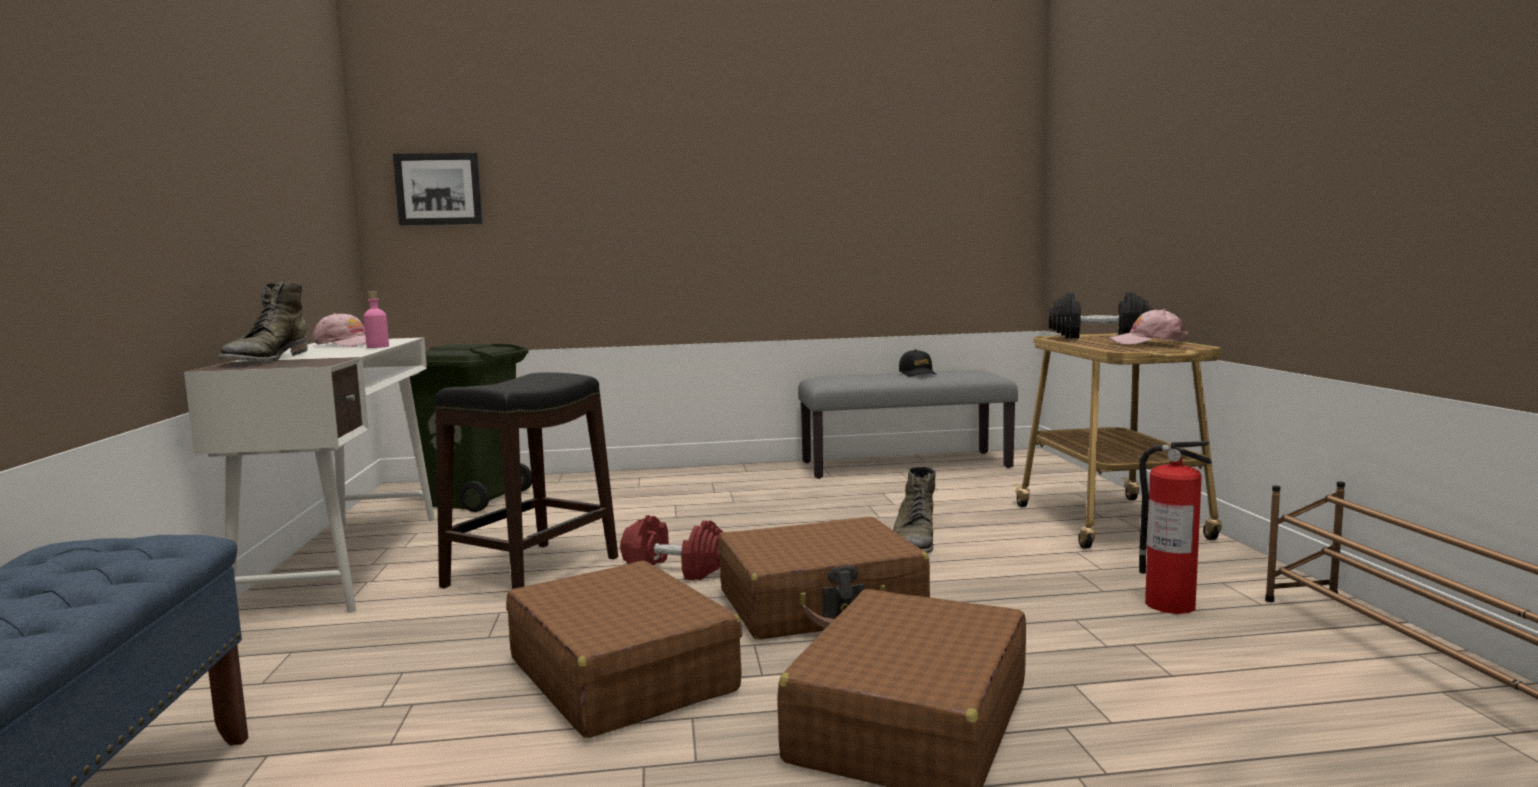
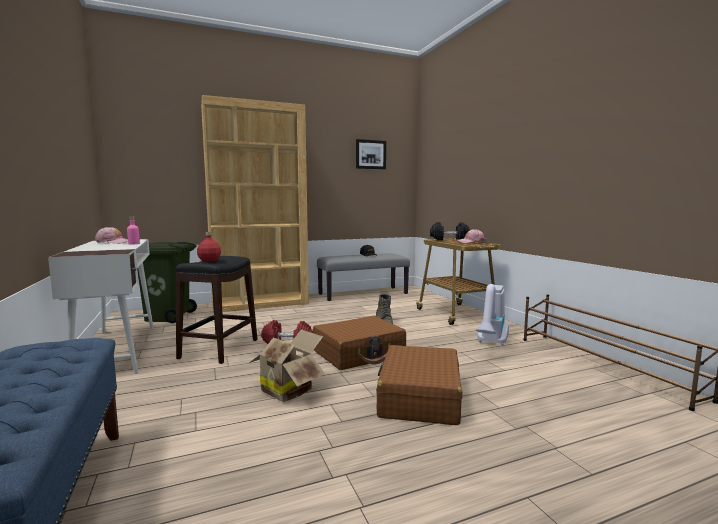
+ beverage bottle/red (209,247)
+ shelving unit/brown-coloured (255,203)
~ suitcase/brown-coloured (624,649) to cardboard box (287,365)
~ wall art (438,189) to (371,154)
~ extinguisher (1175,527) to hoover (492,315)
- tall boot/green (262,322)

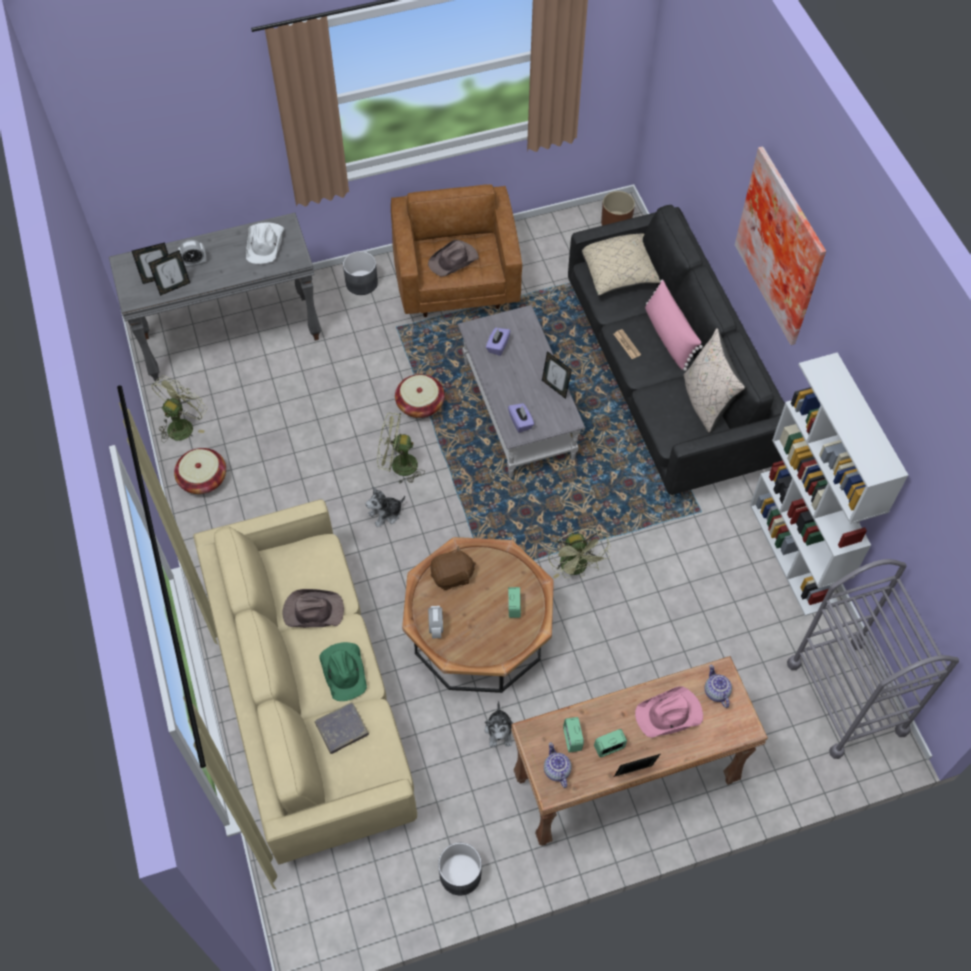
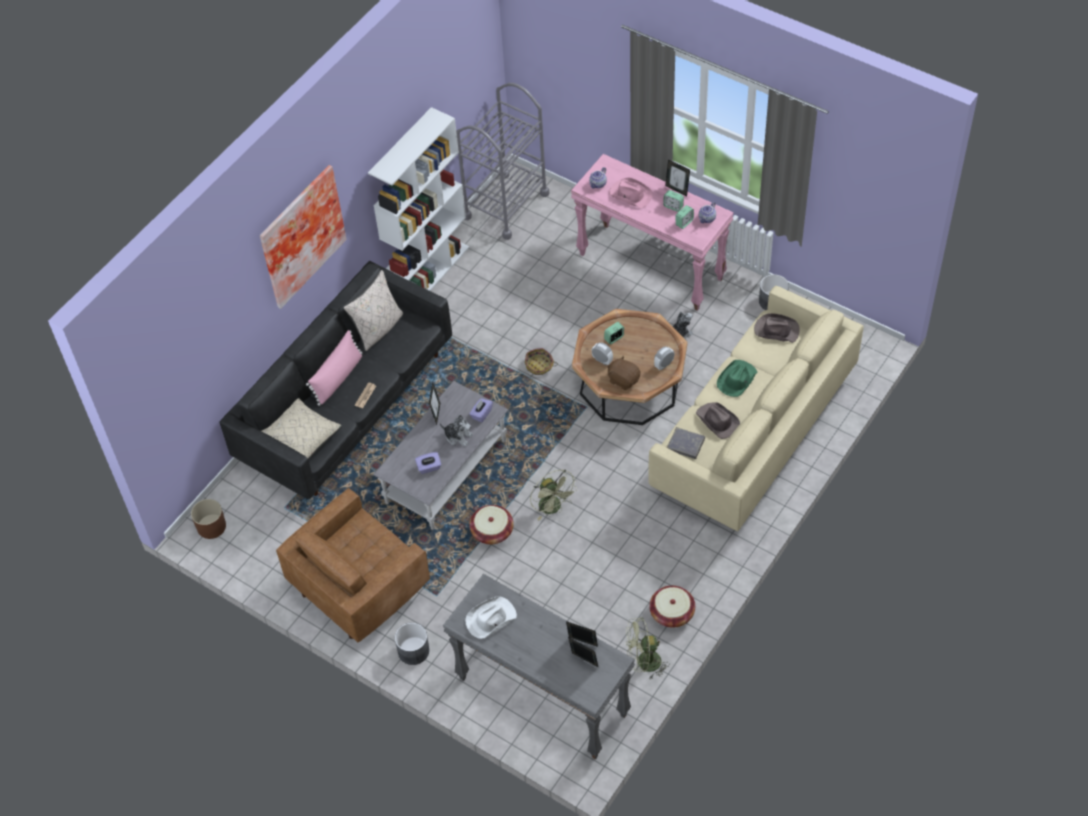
~ cuddly toy (385,506) to (456,430)
~ cooling fan/green (579,554) to household basket (541,361)
~ hall table/brown-coloured (639,751) to hall table/pink (652,232)
~ bedside clock (192,253) to (602,353)
~ bound book/greyish (342,728) to (686,443)
~ hat/brown-coloured (453,258) to (777,328)

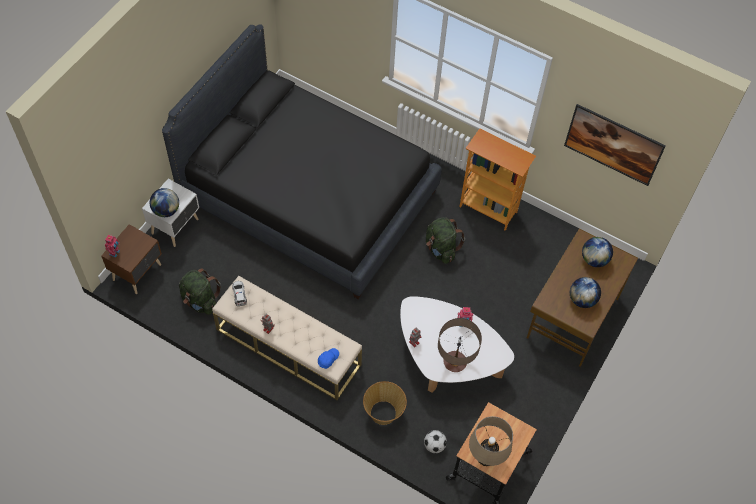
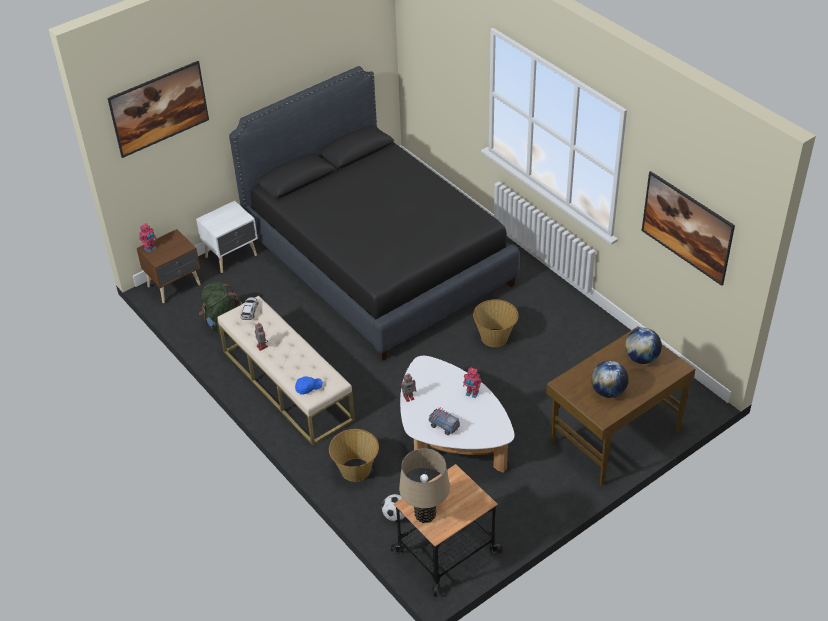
+ wall art (158,109)
~ table lamp (460,345) to toy truck (444,421)
~ rucksack/green (445,240) to household basket (496,323)
- desk globe (164,202)
- shelving unit (497,180)

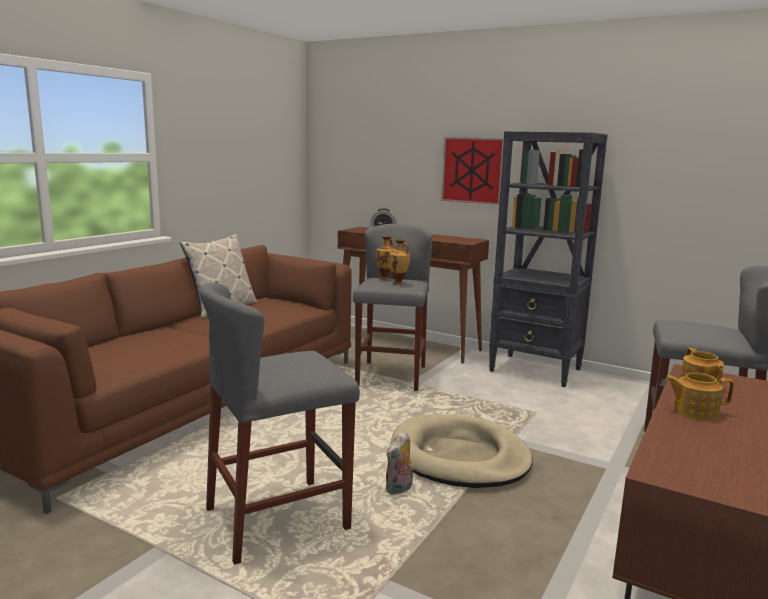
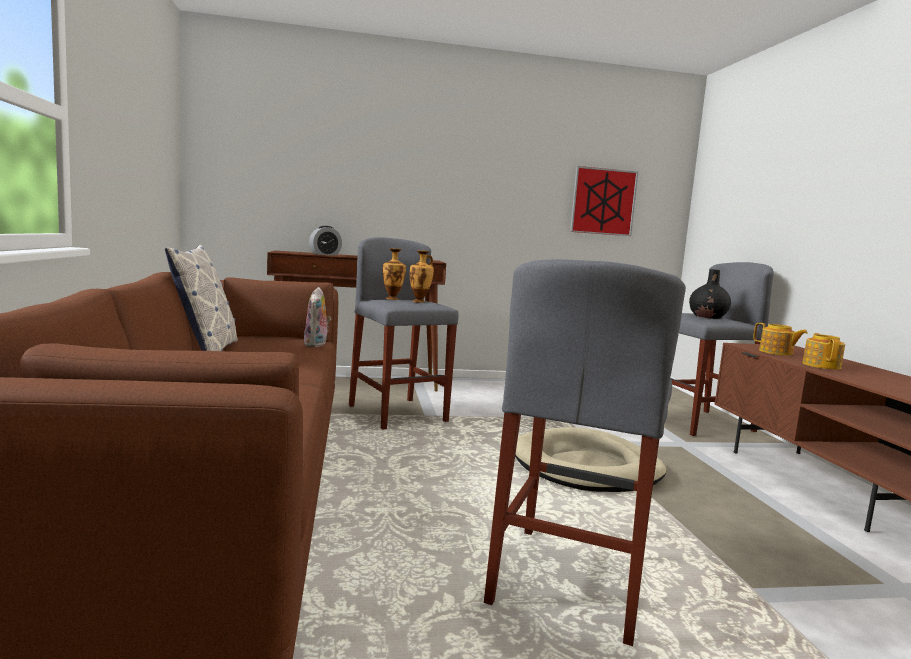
~ cuddly toy (400,463) to (317,317)
~ wall art (472,171) to (604,201)
+ flower vase/black-coloured (710,294)
~ pot for tea (699,396) = (823,351) 135 degrees clockwise
- shelving unit/black-coloured (548,259)

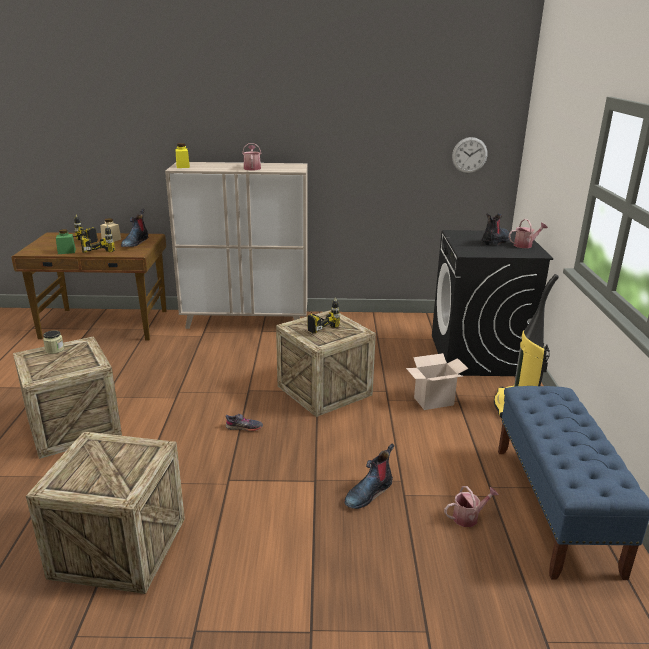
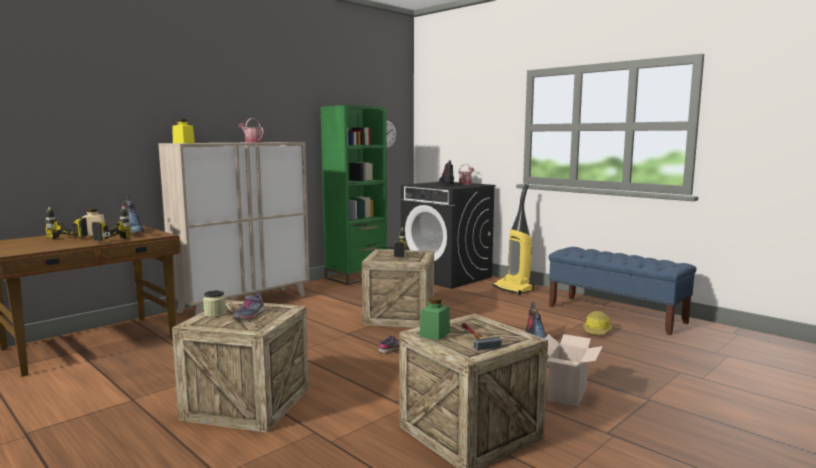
+ low shoe/greyish (248,306)
+ shelving unit/green (353,195)
~ storage jar/green (66,241) to (435,319)
+ hand hammer (482,337)
~ cardboard box (437,381) to (574,370)
~ watering can (471,506) to work helmet (597,323)

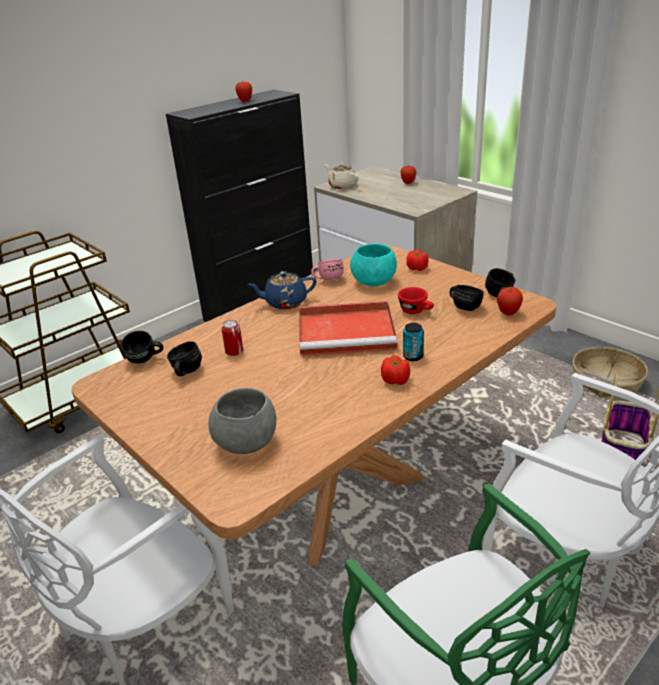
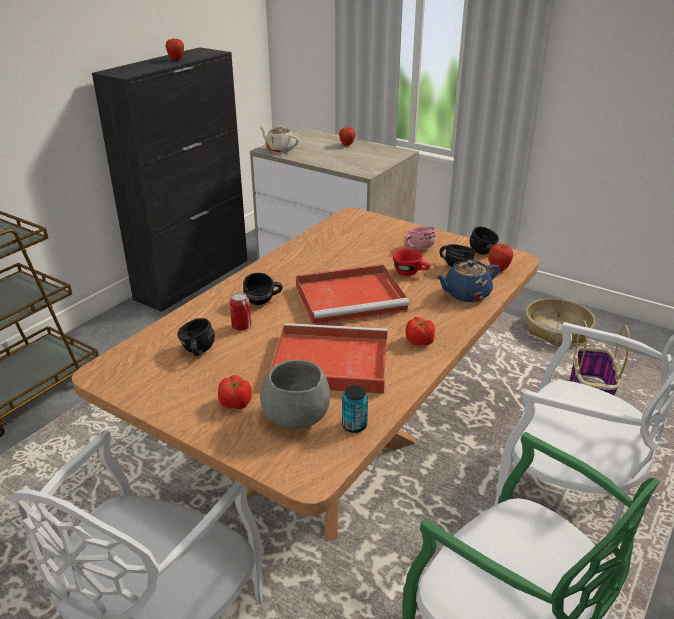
~ tomato (417,260) to (235,392)
~ mug/black-coloured (142,347) to (263,289)
+ carrying tray/red (328,358)
~ can (413,342) to (355,409)
~ mug/pink (327,270) to (420,237)
~ pot for tea/blue-coloured (281,290) to (468,281)
- serving bowl/turquoise-coloured (373,265)

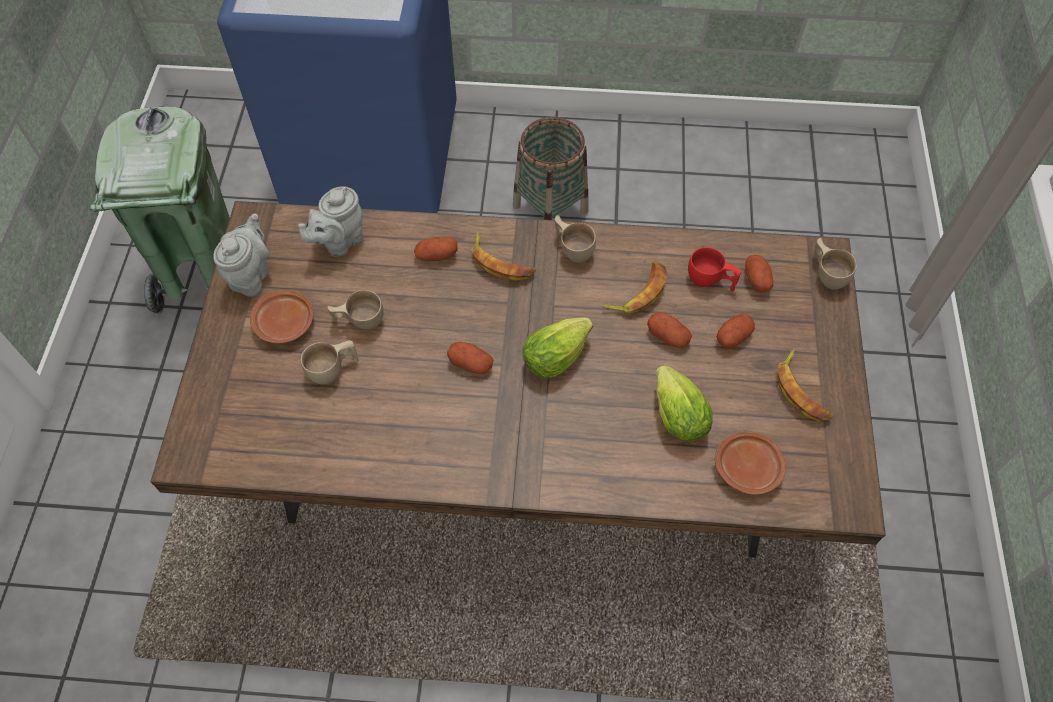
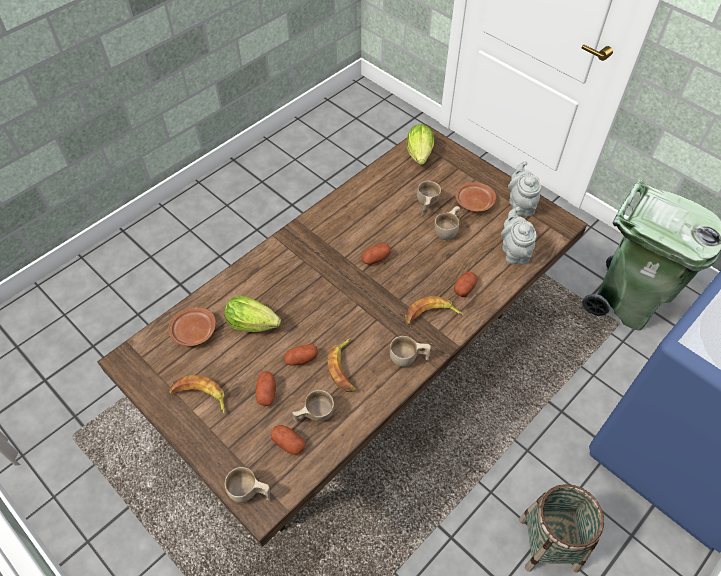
~ cup/red (714,269) to cup/beige-coloured (313,406)
~ head of lettuce (557,347) to (420,144)
~ pot for tea/greyish (241,255) = (524,188) 150 degrees counterclockwise

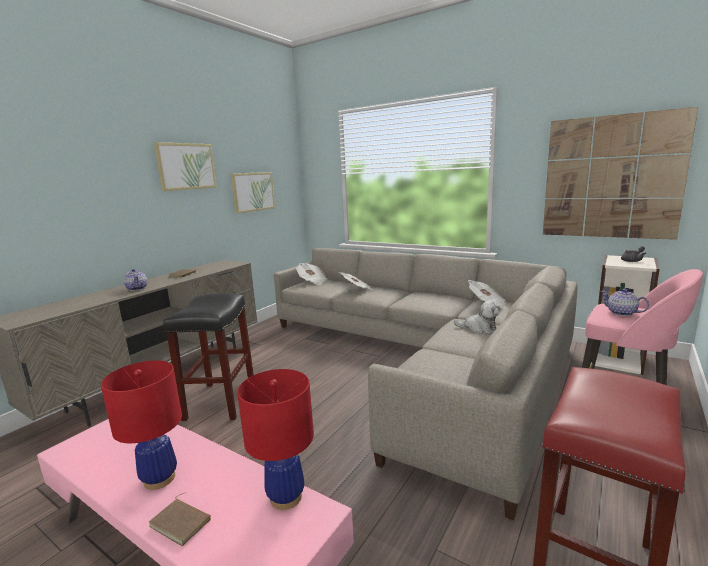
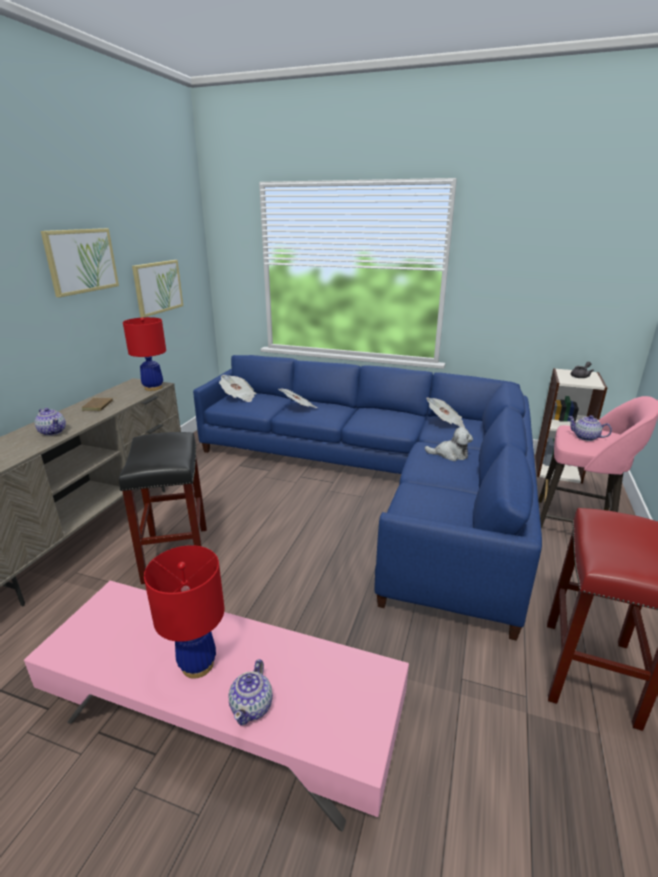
~ table lamp/red (275,439) to (144,354)
~ sofa/greyish (425,384) to sofa/blue-coloured (367,498)
~ bound book/brown-coloured (180,519) to pot for tea (251,692)
- wall art (620,173)

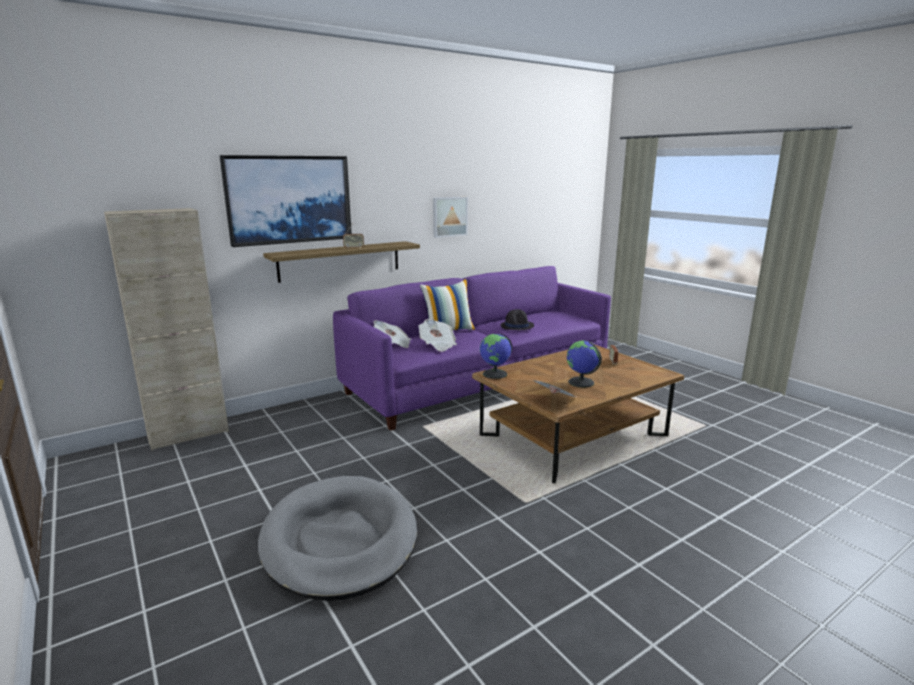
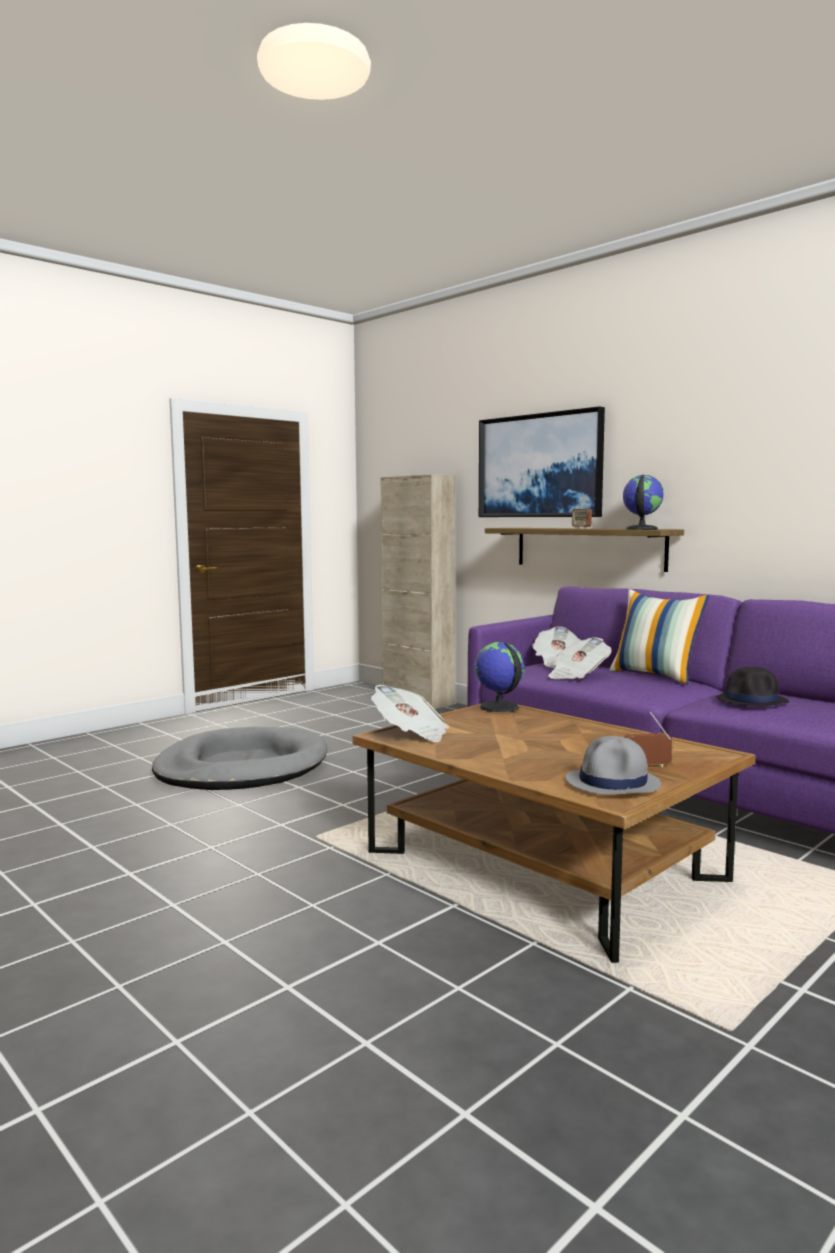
+ hat/greyish (613,765)
~ desk globe (584,364) to (643,501)
- wall art (450,217)

